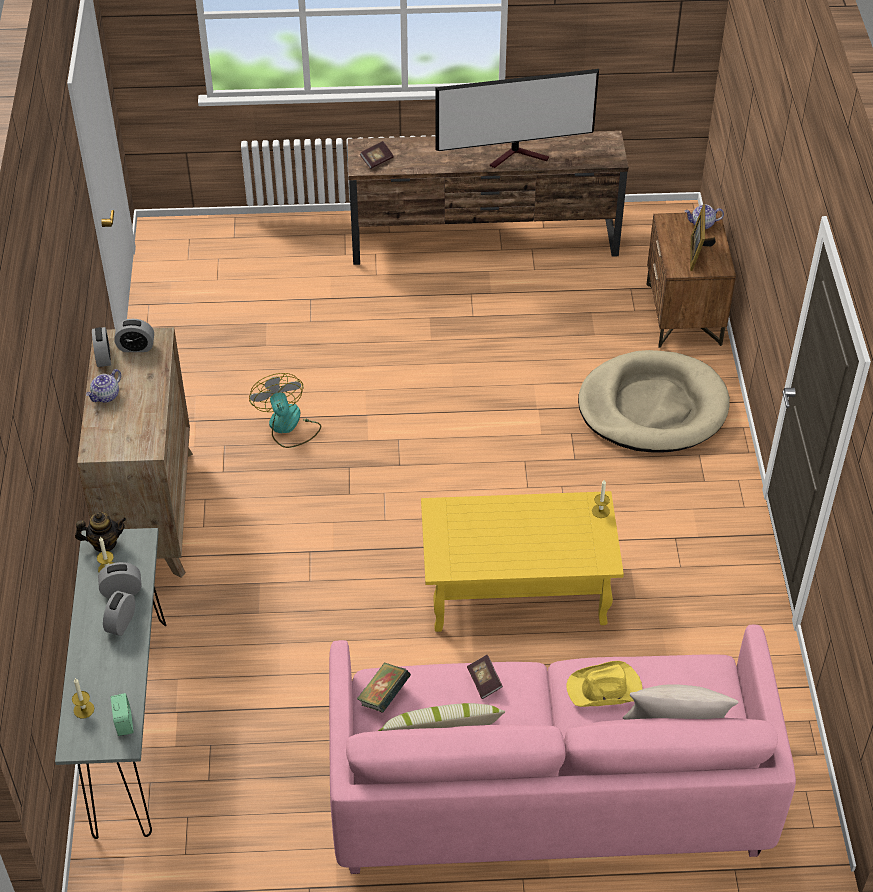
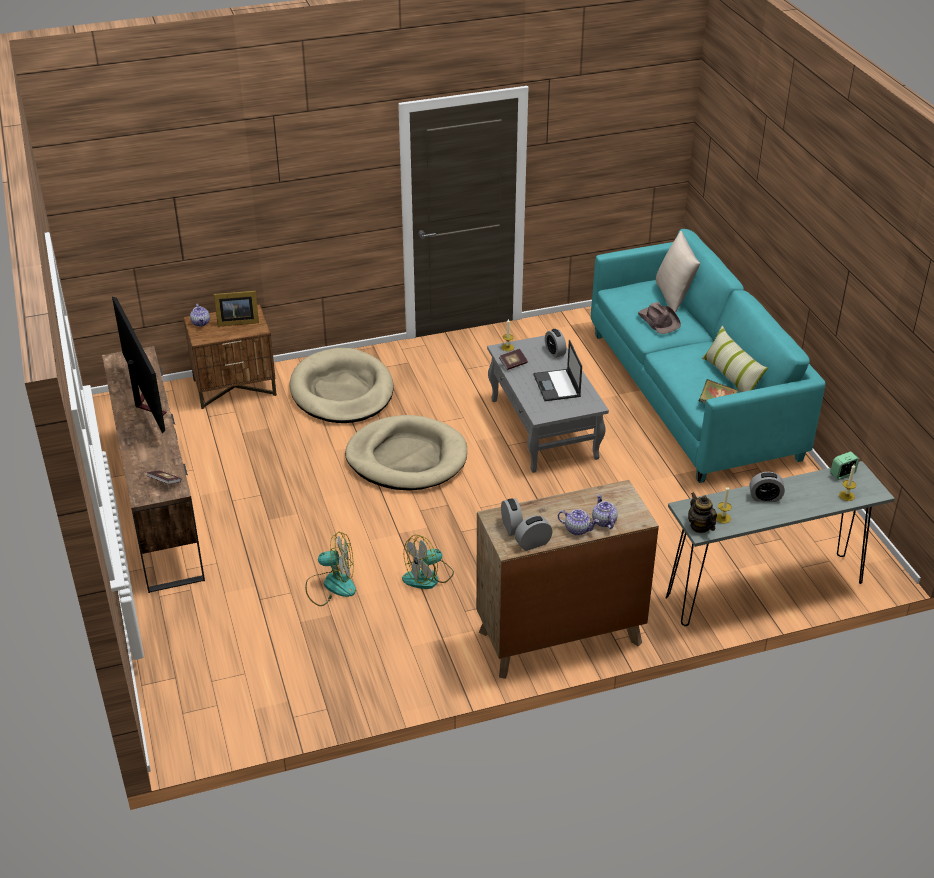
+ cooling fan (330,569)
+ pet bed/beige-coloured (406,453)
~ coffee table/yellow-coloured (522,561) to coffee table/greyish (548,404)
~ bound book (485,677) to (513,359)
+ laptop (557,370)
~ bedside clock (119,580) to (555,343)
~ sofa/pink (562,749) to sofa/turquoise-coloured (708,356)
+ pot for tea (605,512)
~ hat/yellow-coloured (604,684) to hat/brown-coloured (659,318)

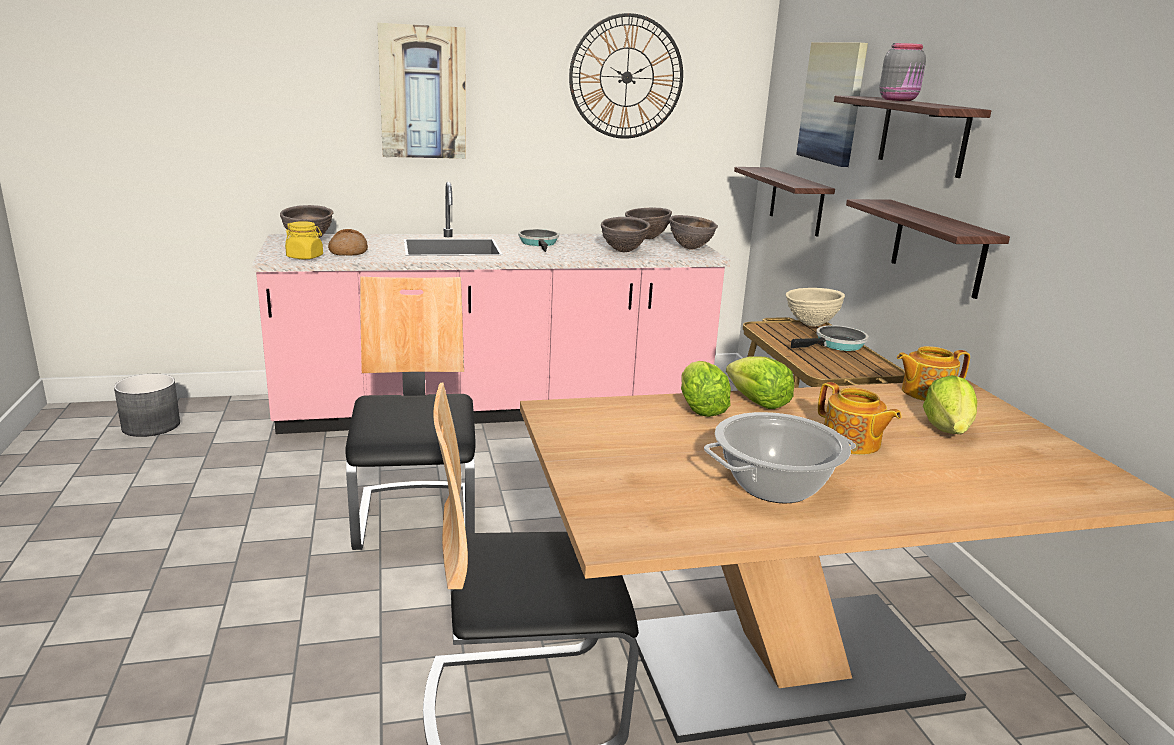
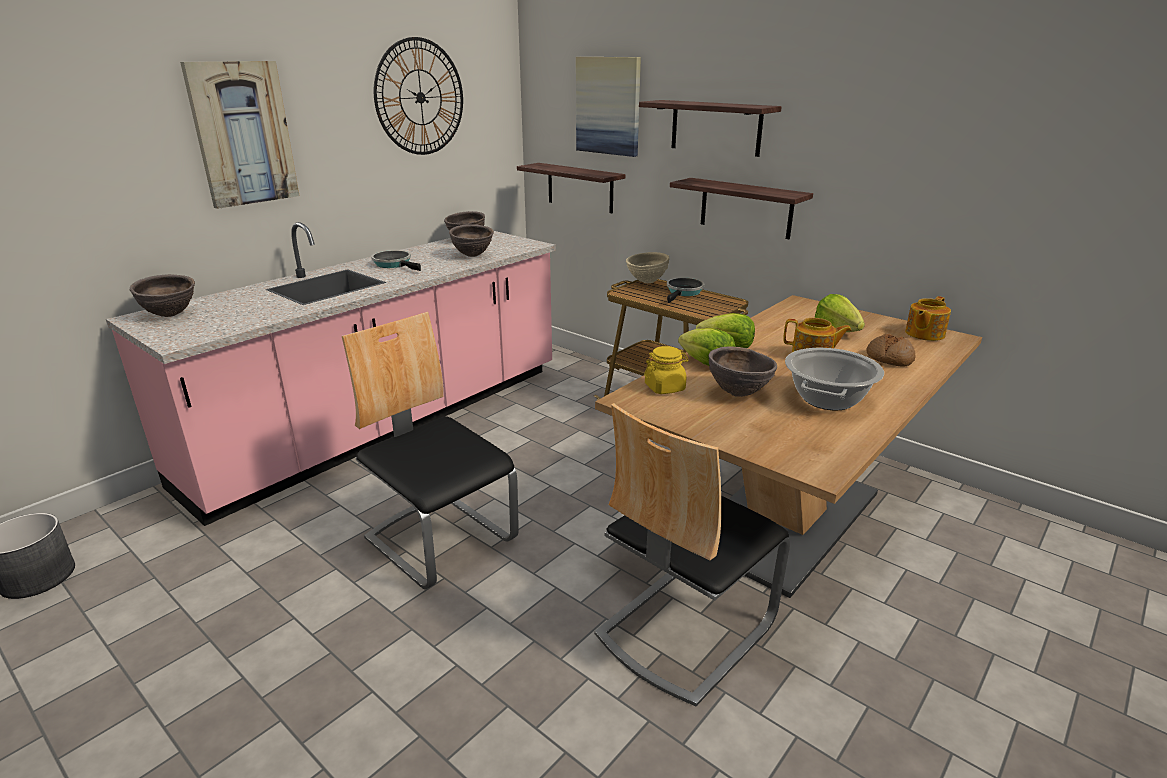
~ storage jar/yellow-coloured (304,240) to (666,370)
~ serving bowl/brown-coloured (693,232) to (742,371)
~ bread (348,242) to (891,349)
~ pot for tea (933,373) to (928,318)
- storage jar/greyish (902,72)

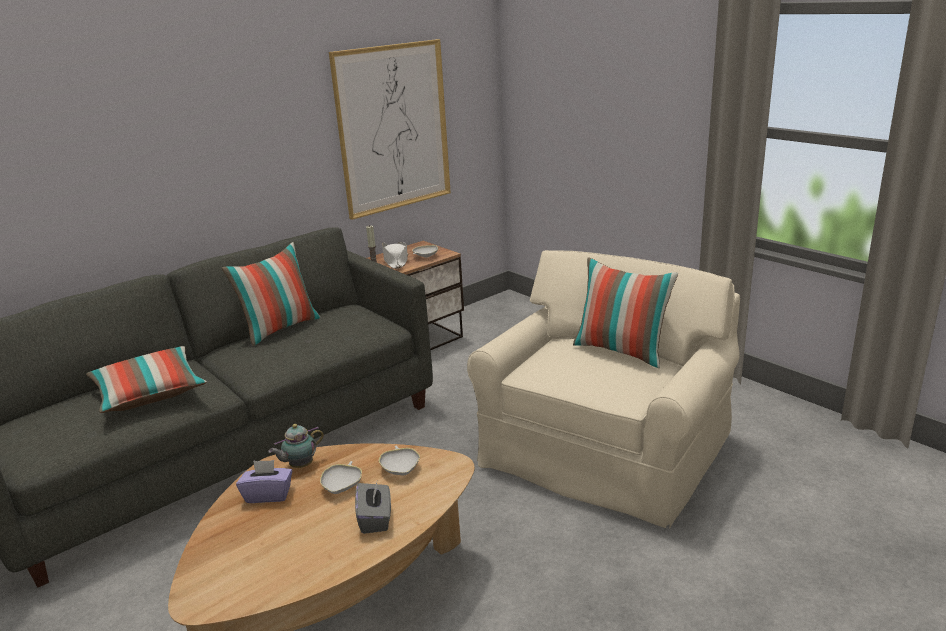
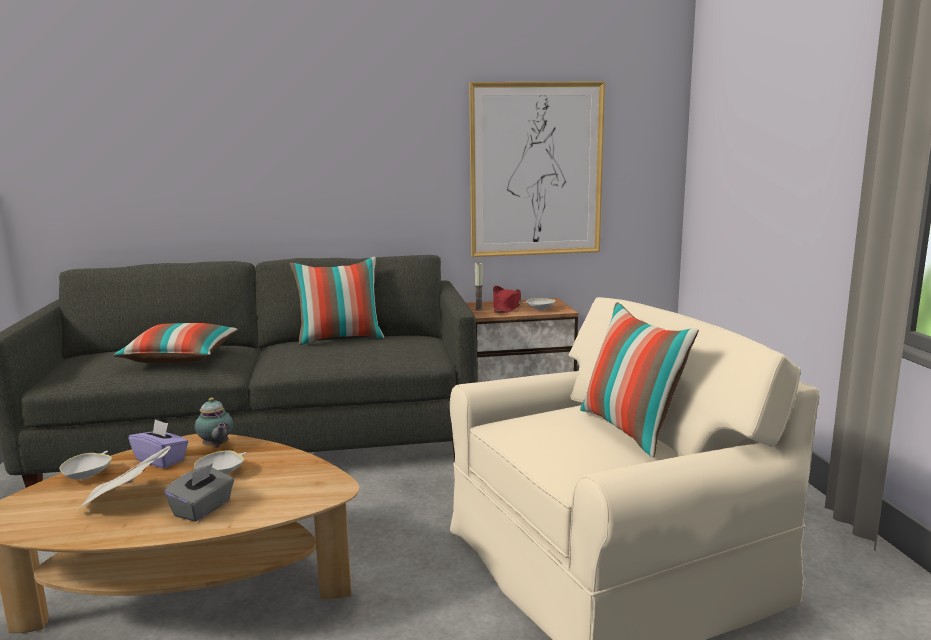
~ serving bowl/white (399,460) to (86,465)
+ daily paper (124,477)
~ pot for tea (296,446) = (214,422) 120 degrees counterclockwise
~ hat/white (395,255) to hat/red (507,299)

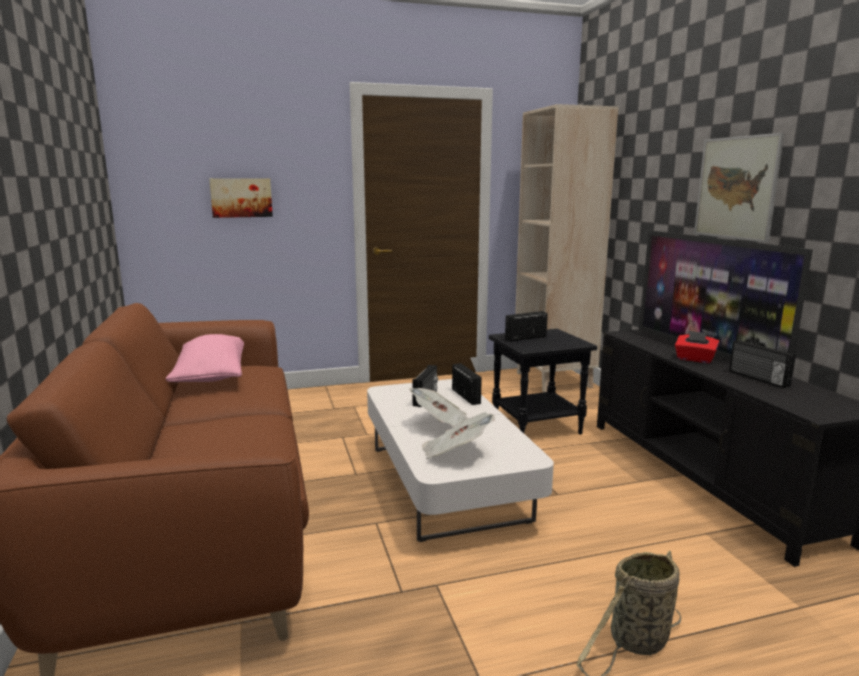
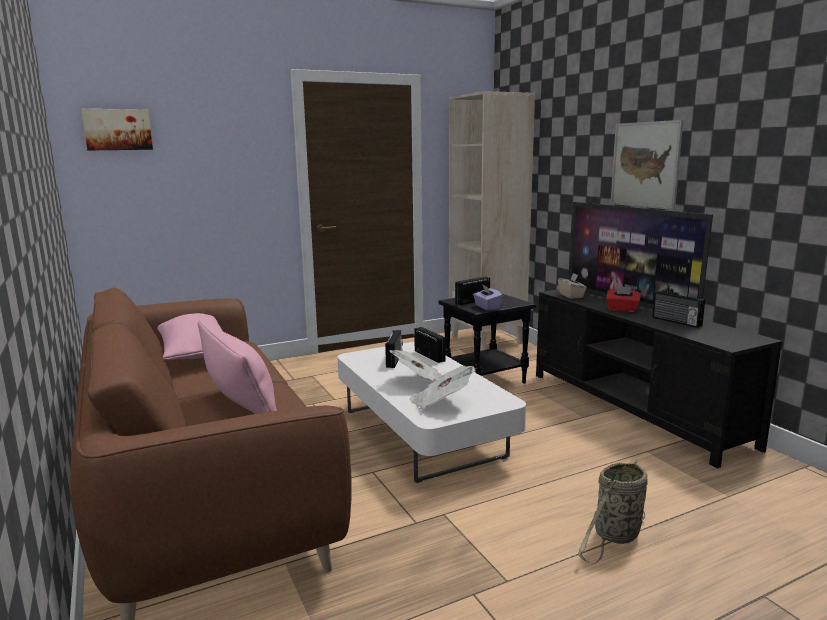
~ wall art (241,198) to (117,130)
+ cushion/pink (237,367)
+ box of tissues/purple-coloured (488,297)
+ box of tissues/beige-coloured (572,286)

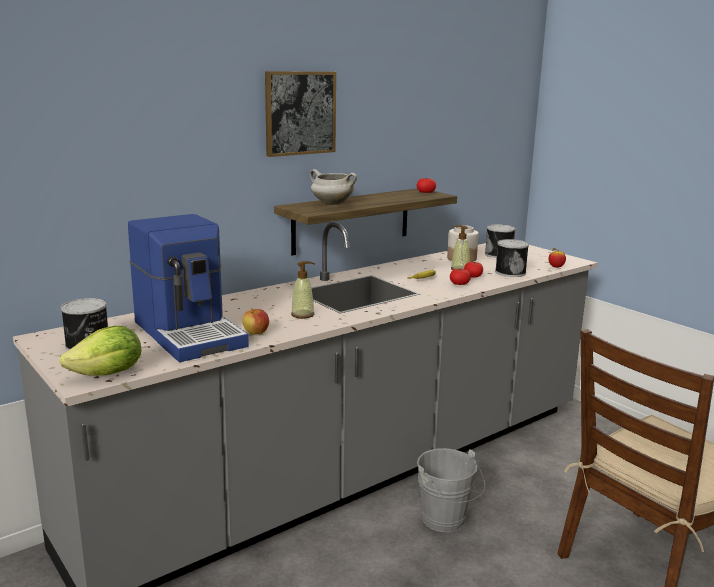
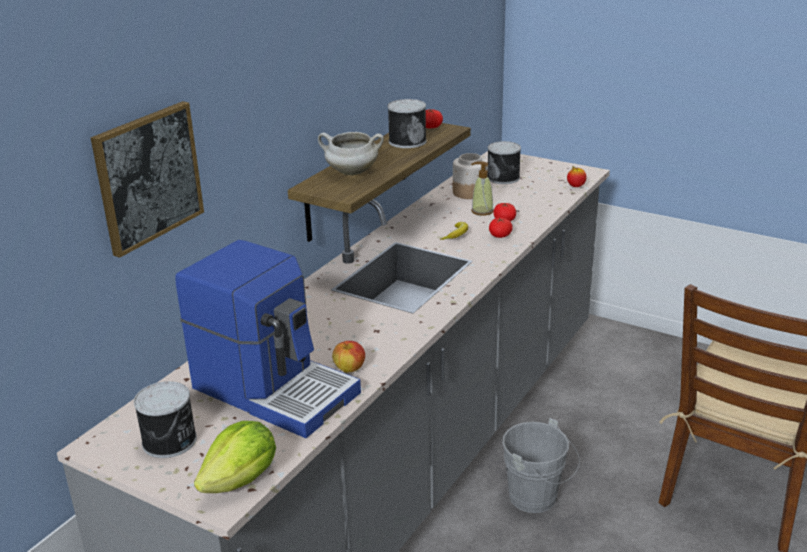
~ wall art (300,114) to (147,179)
~ can (512,258) to (407,123)
- soap bottle (303,290)

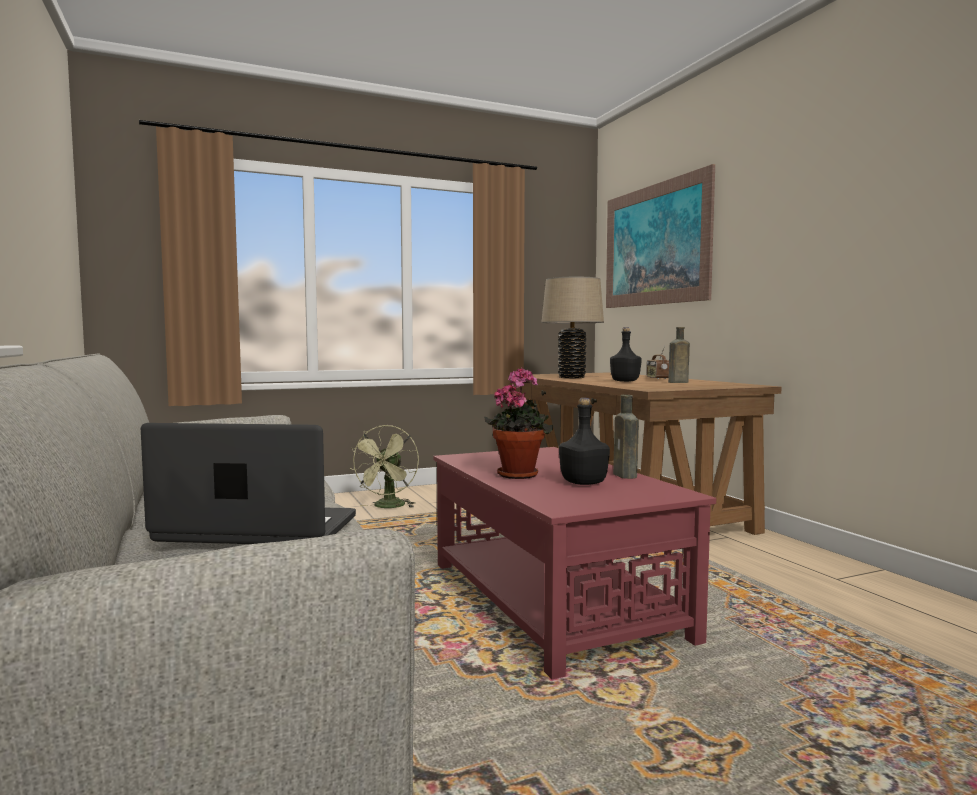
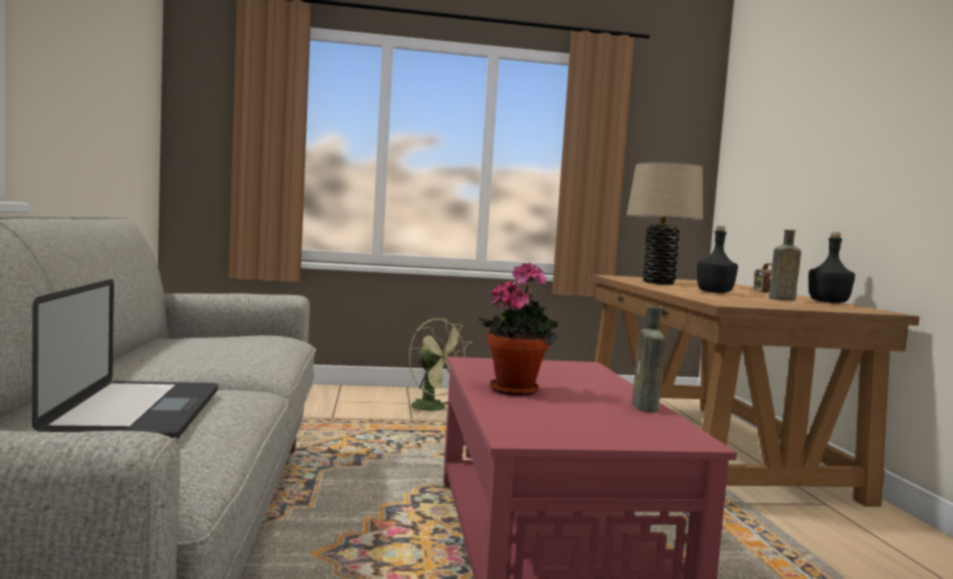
~ laptop (248,483) = (125,359) 60 degrees clockwise
~ cooling fan/green (384,466) = (441,366) 75 degrees counterclockwise
~ beverage bottle/black-coloured (584,441) to (831,267)
- wall art (660,236)

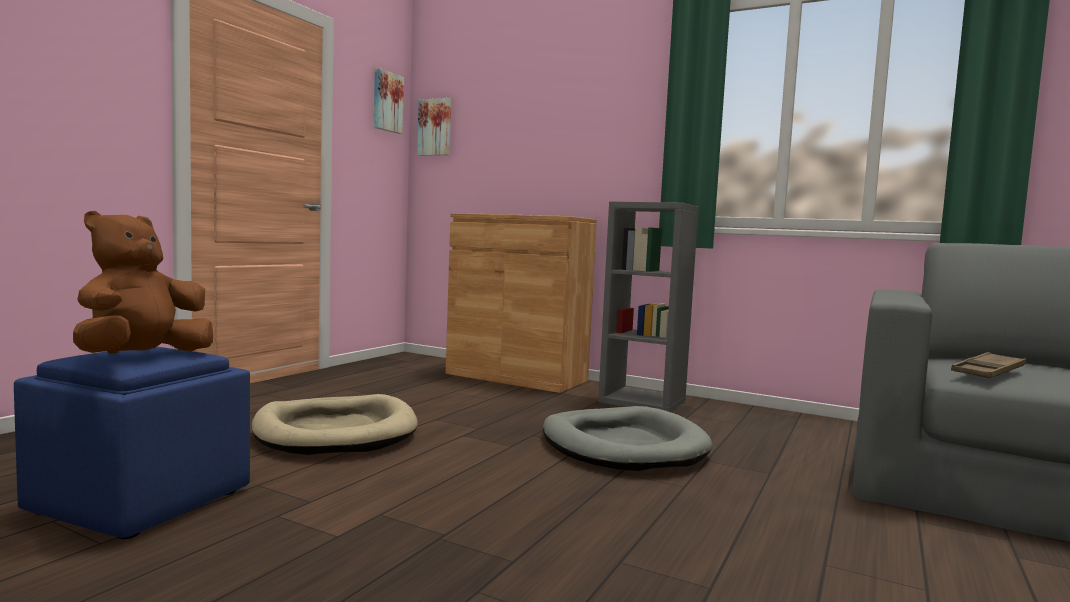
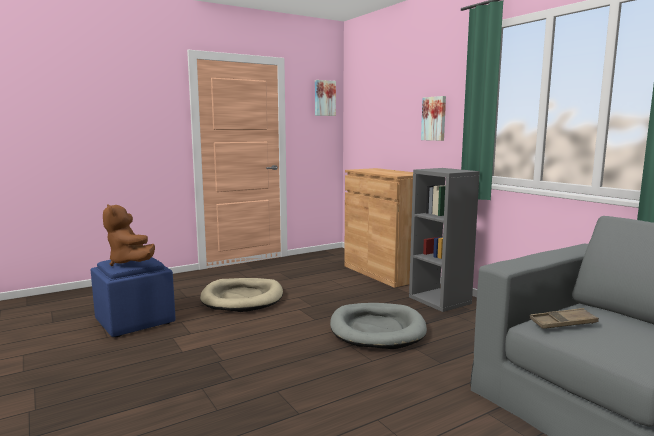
~ cuddly toy/brown-coloured (143,282) = (129,235) 90 degrees counterclockwise
~ wall art (434,127) to (433,118)

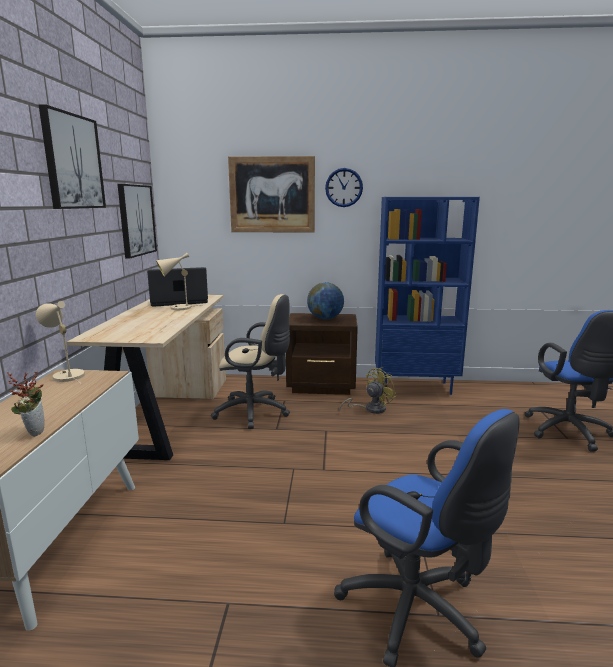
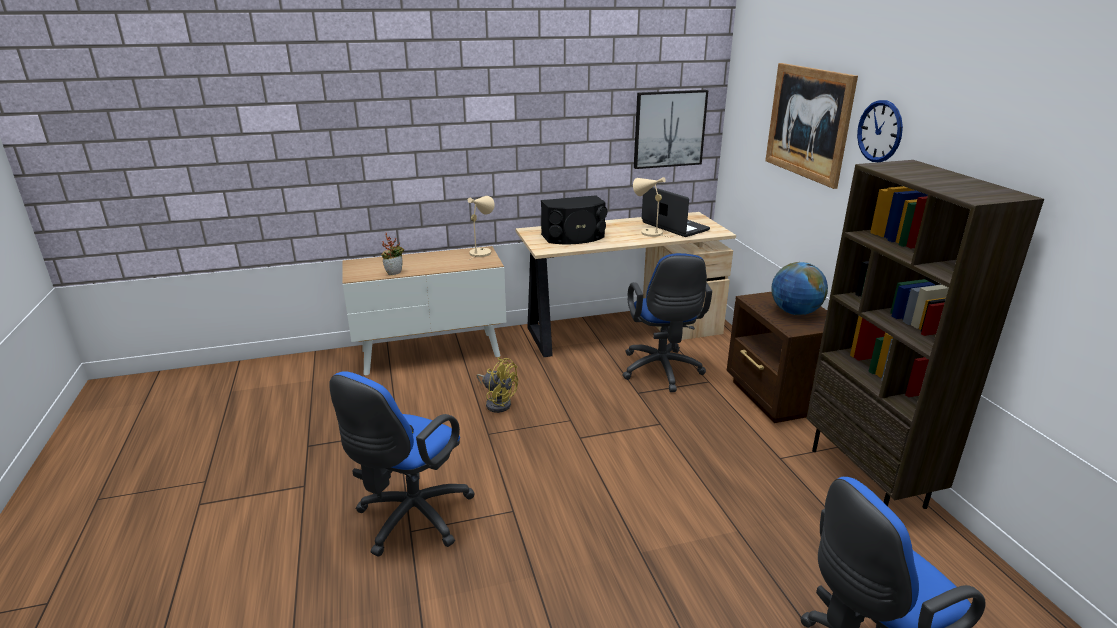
~ cooling fan/yellow-coloured (368,390) to (497,385)
+ audio speaker/black-coloured (574,220)
~ desk chair/beige-coloured (250,361) to desk chair/blue-coloured (667,322)
~ shelving unit/blue-coloured (427,296) to shelving unit/brown-coloured (925,334)
- wall art (72,156)

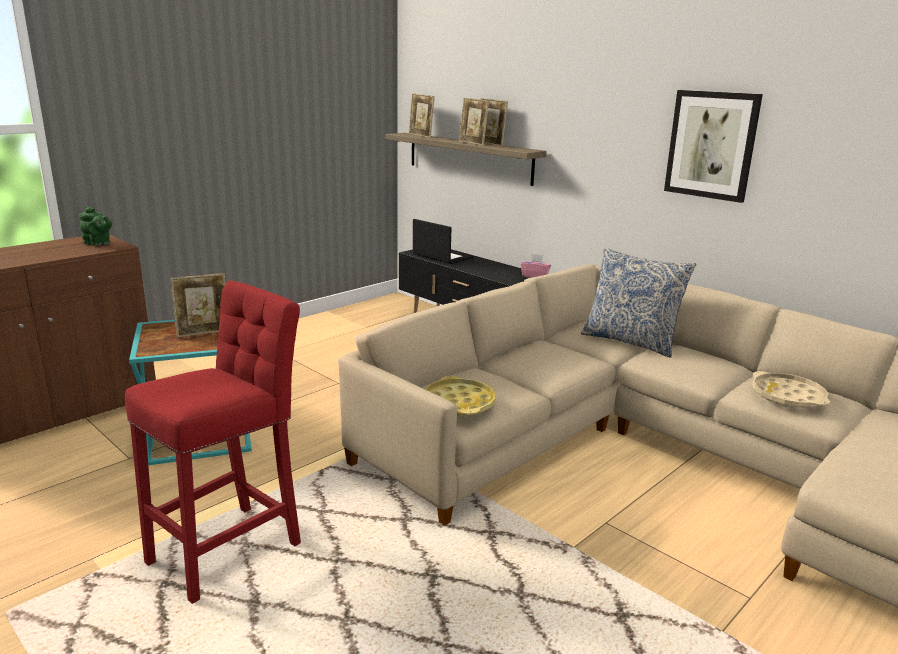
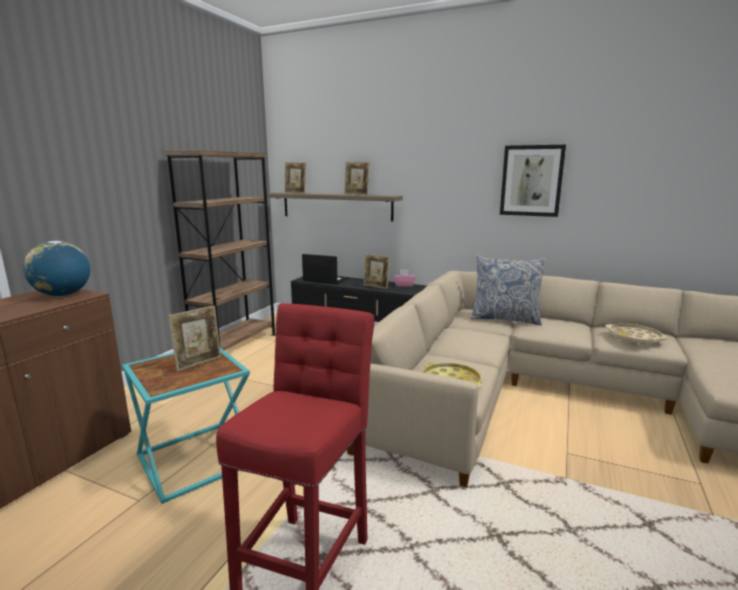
~ pot for tea/green (95,226) to desk globe (57,268)
+ shelving unit/brown-coloured (220,250)
~ photo frame (474,121) to (377,271)

